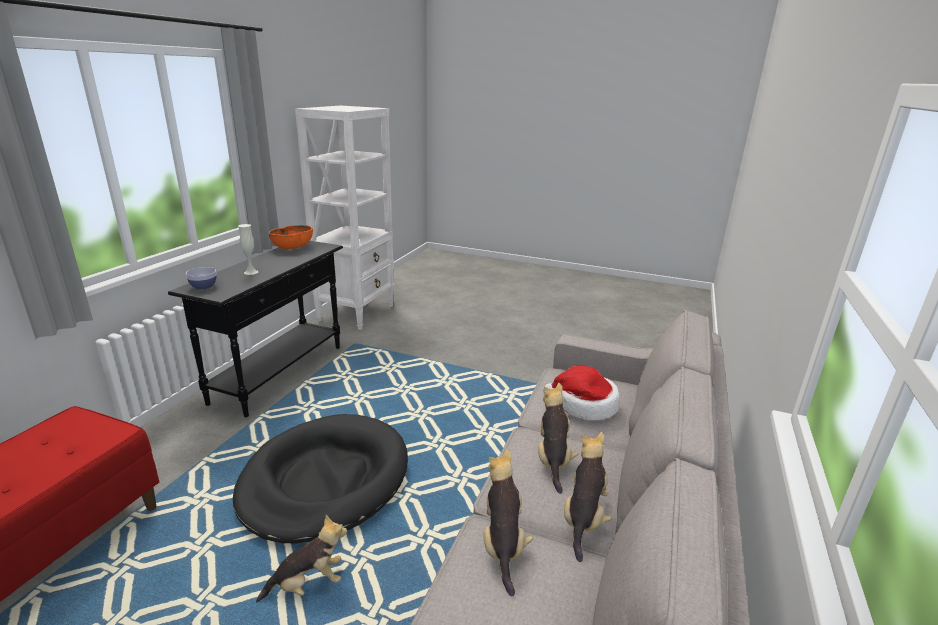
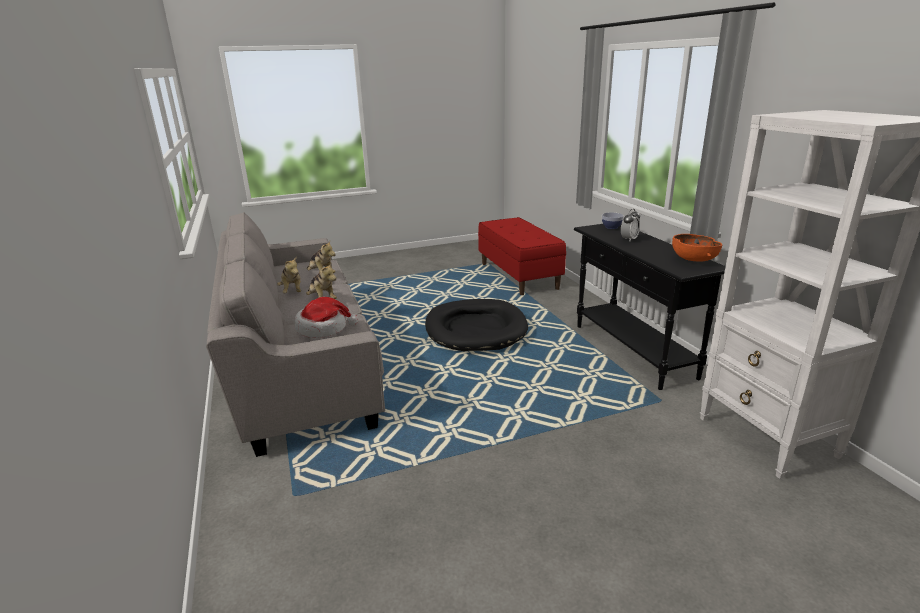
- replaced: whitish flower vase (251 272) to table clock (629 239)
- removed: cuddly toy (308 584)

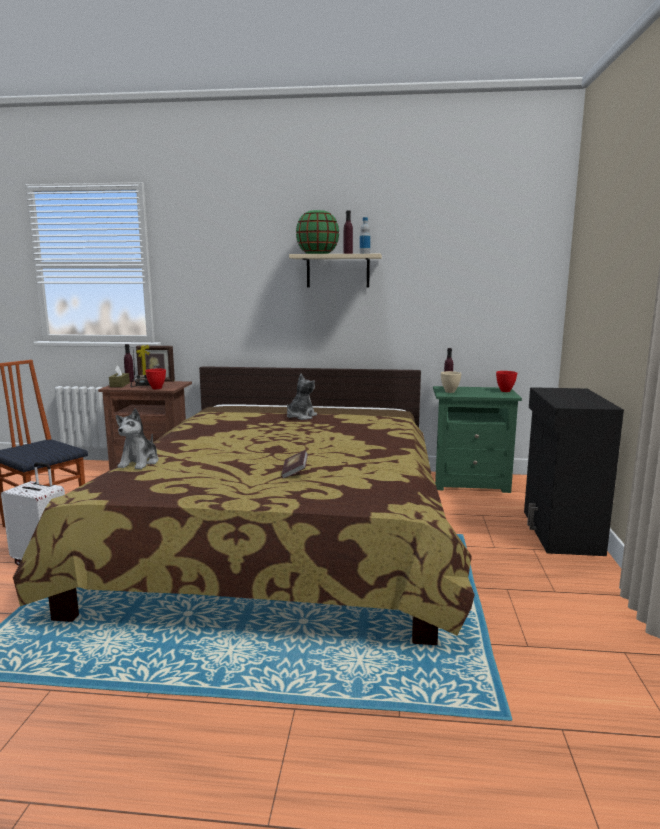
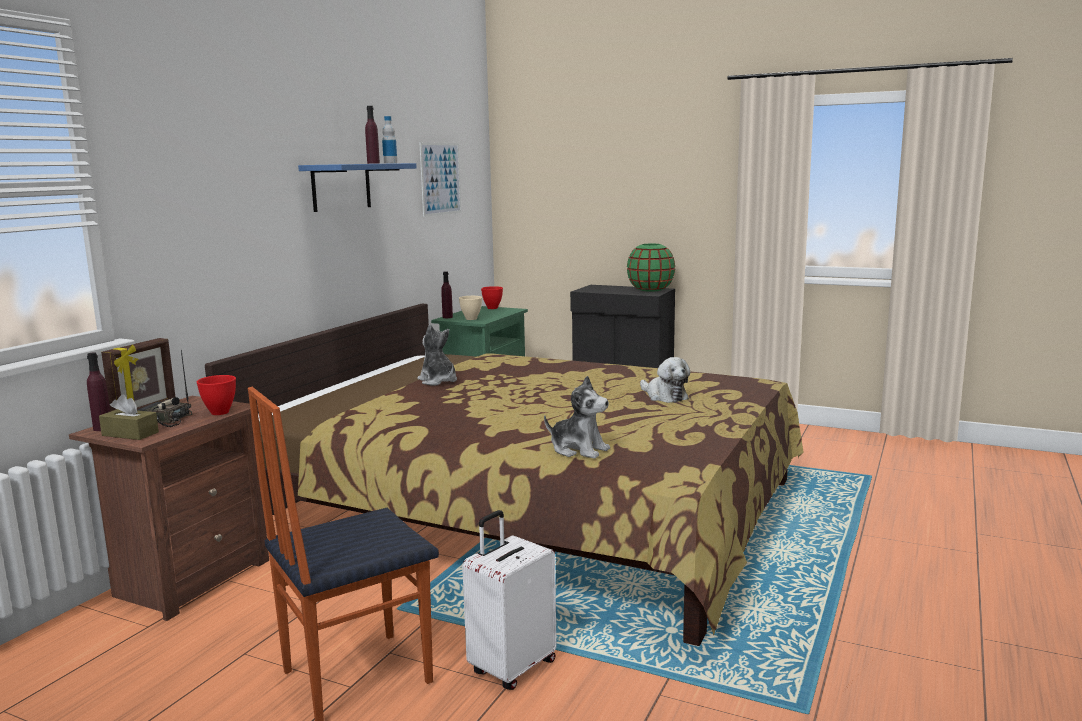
- replaced: volume (294 472) to cuddly toy (664 396)
- recoloured: sand-coloured shelf (338 271) to blue-coloured shelf (341 187)
- moved: greenish flower vase (317 254) to (650 289)
- added: picture (441 178)

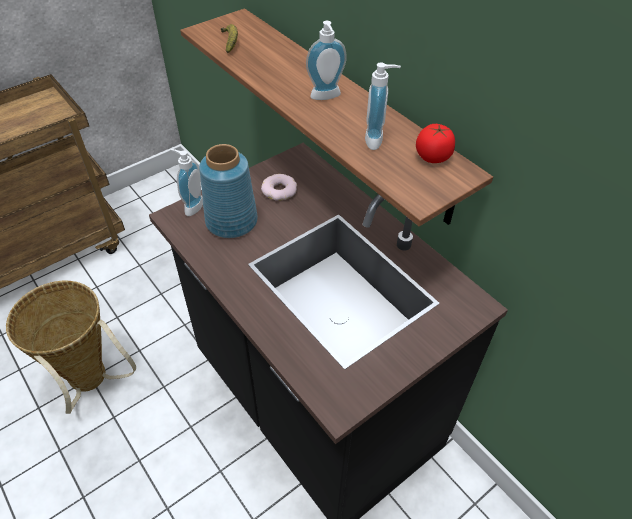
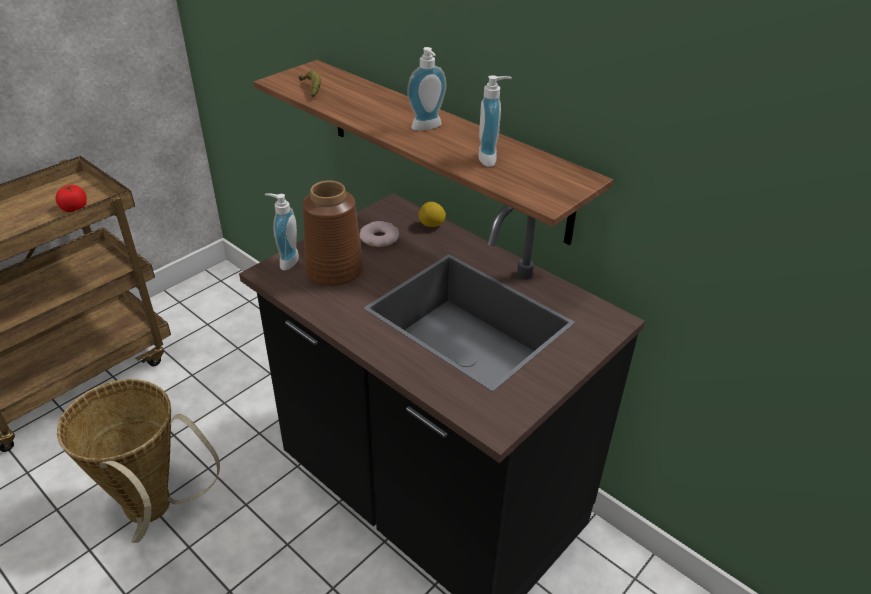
- recoloured: blue-coloured flower vase (232 222) to brown-coloured flower vase (335 271)
- moved: fresh tomato (433 156) to (75 208)
- added: citrus fruit (432 225)

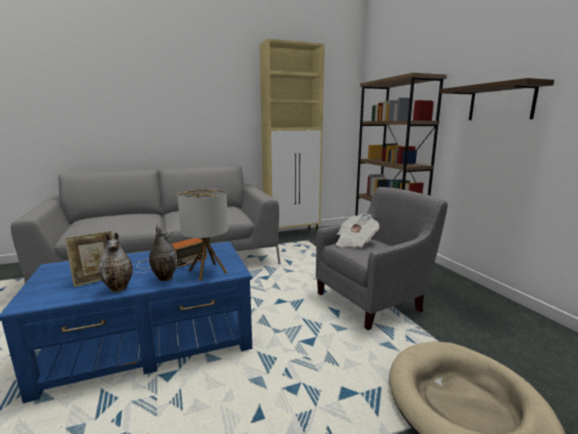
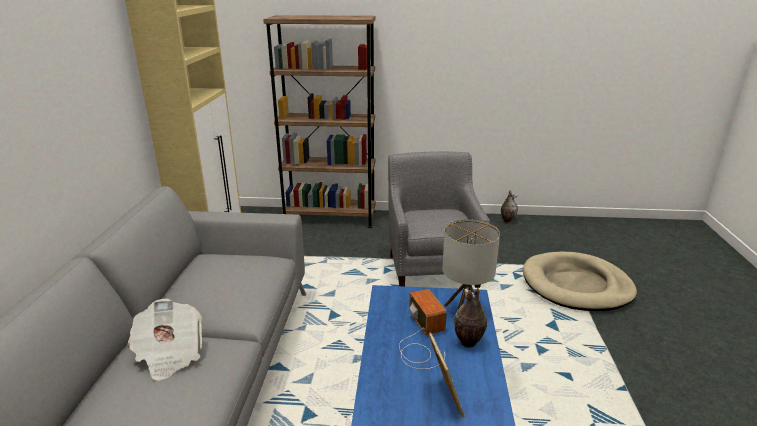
- moved: flower vase (119 288) to (507 221)
- moved: daily paper (355 242) to (169 354)
- removed: shelf (501 102)

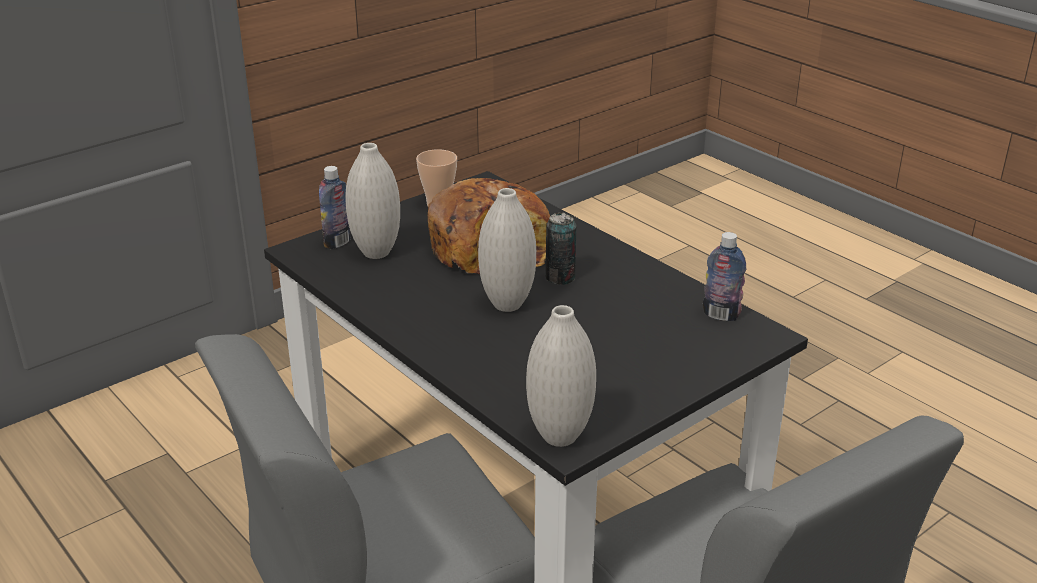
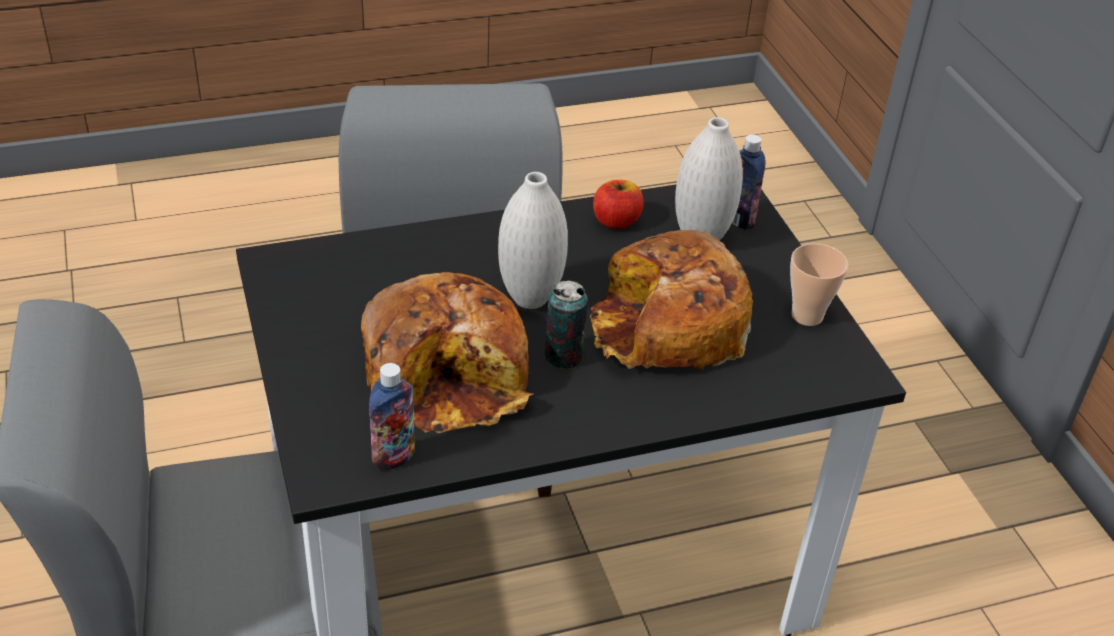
- removed: whitish flower vase (559 437)
- added: bakery bread (449 373)
- added: apple (616 221)

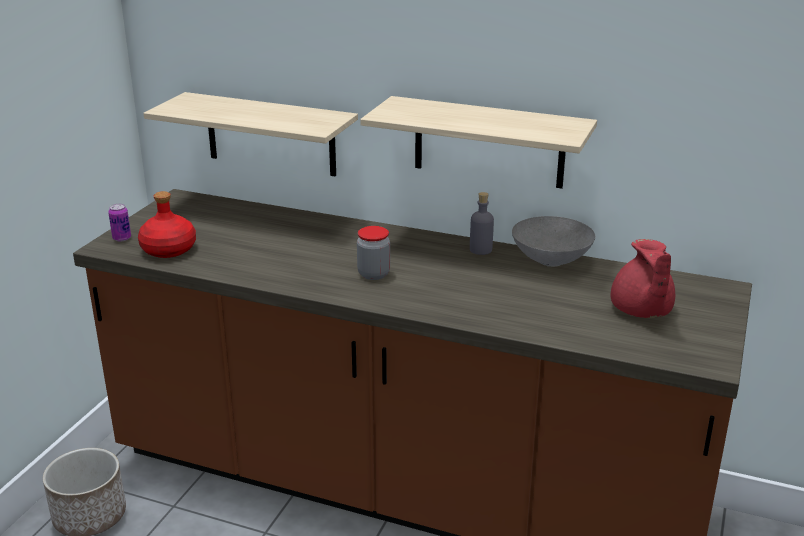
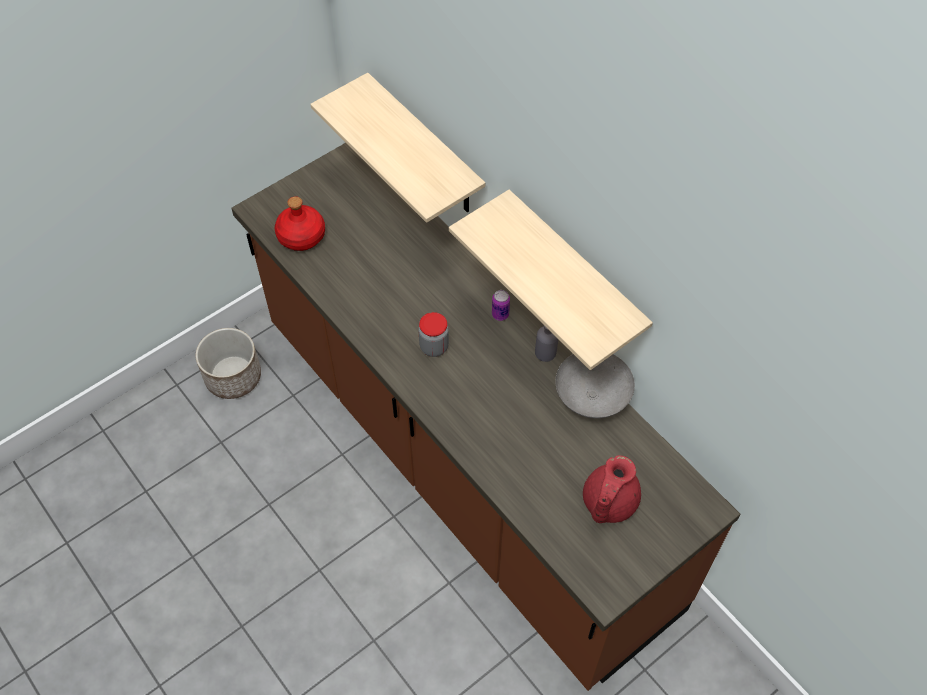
- moved: sealed can (122 238) to (500 314)

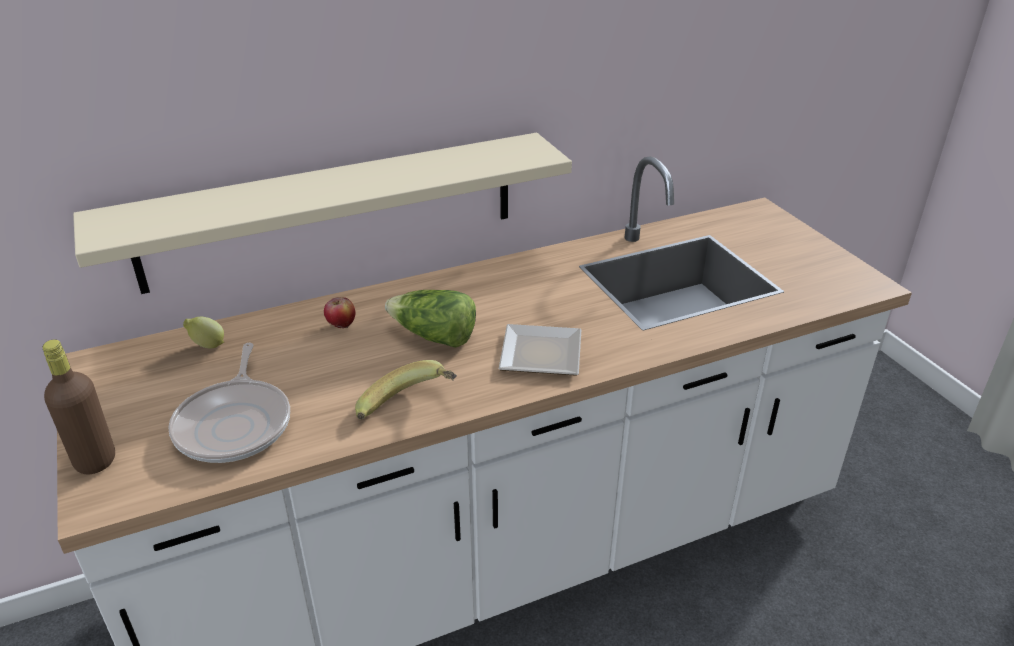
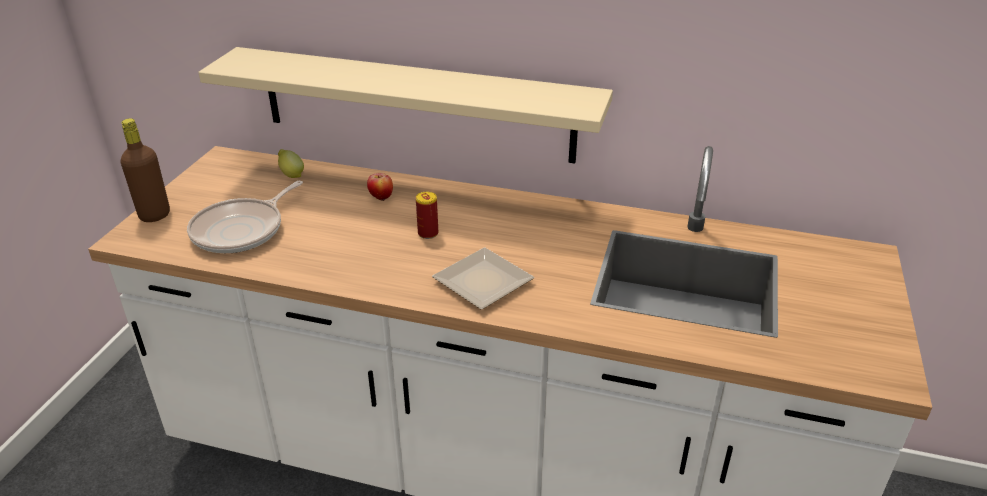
- removed: banana fruit (410 409)
- replaced: lettuce (434 337) to sealed can (428 233)

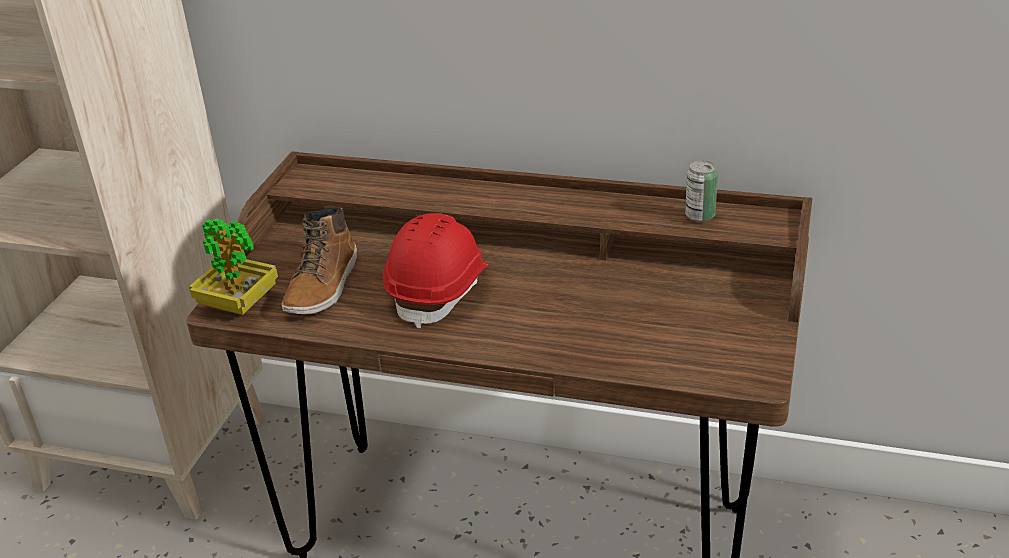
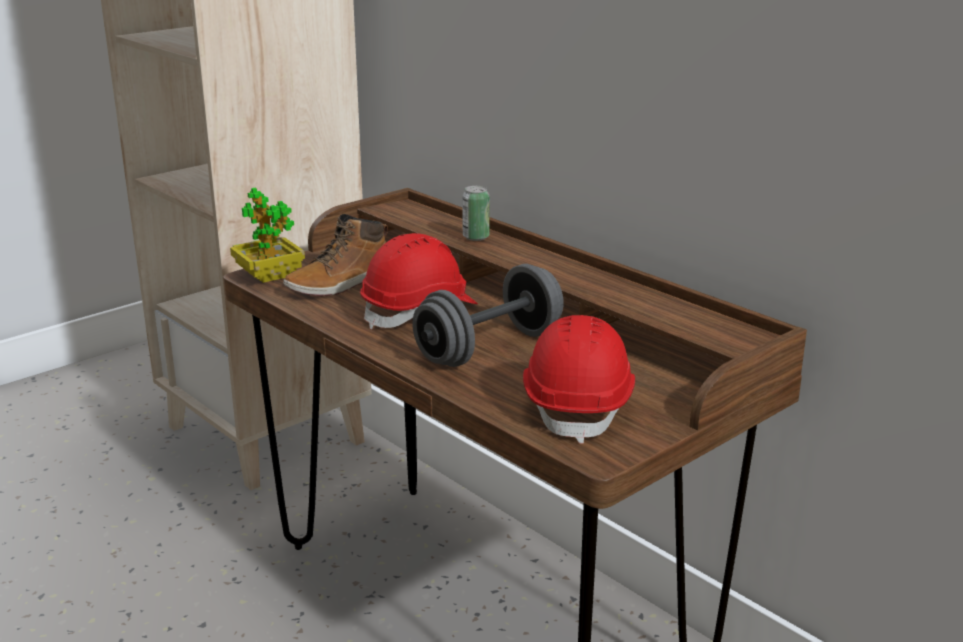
- moved: sealed can (700 216) to (476 237)
- added: gray dumbbell (489 348)
- added: red-coloured work helmet (578 406)

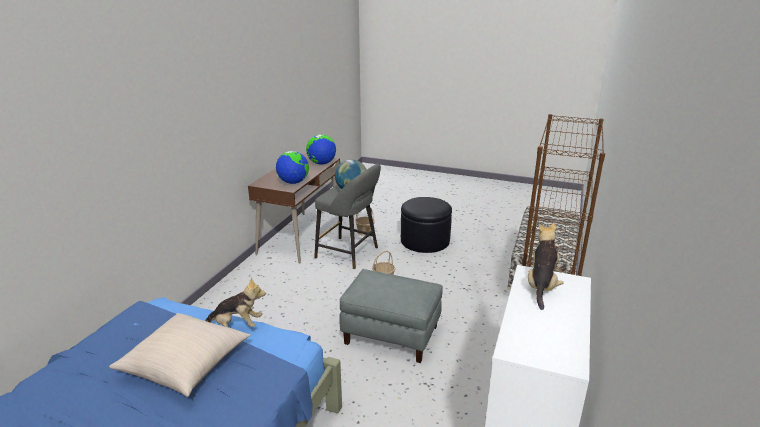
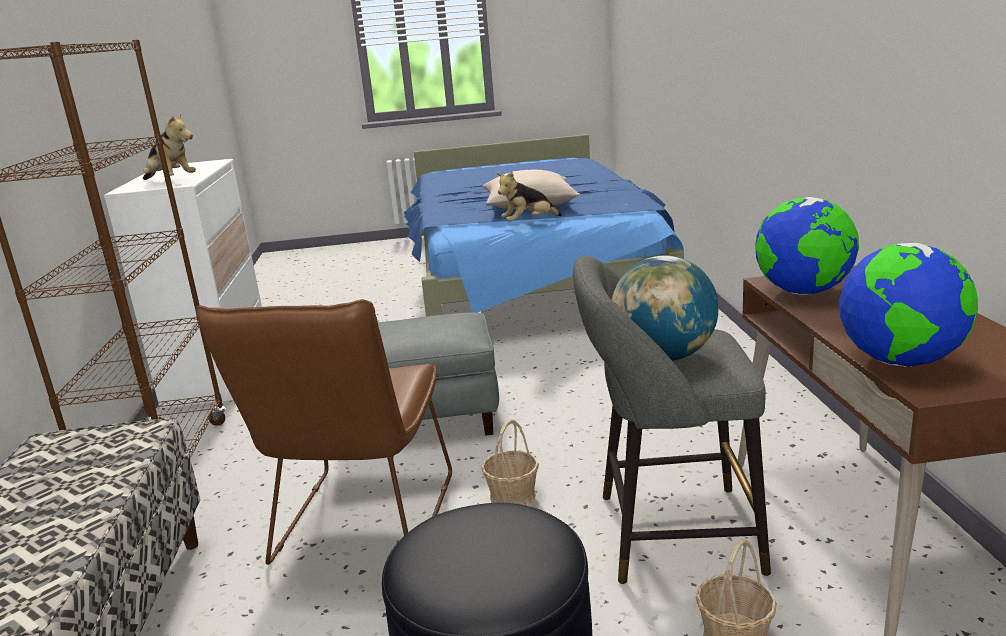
- turned: cuddly toy (541 286) = (171 181) 45 degrees counterclockwise
- added: brown-coloured upright chair (361 526)

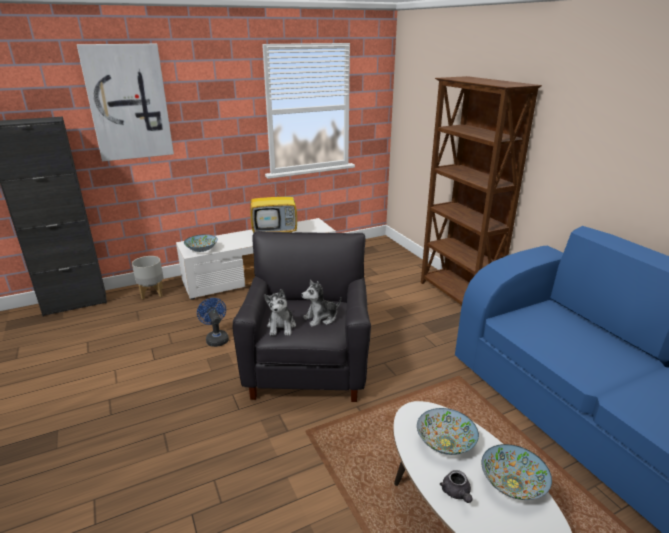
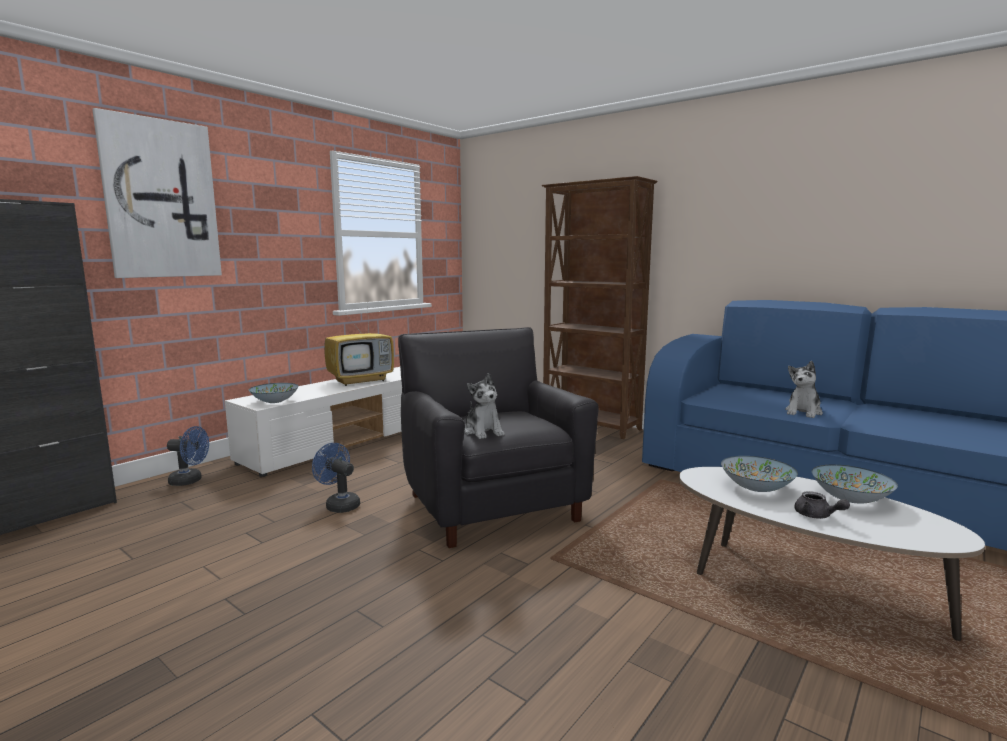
- replaced: gray flower pot (152 293) to blue-coloured electric fan (190 481)
- moved: cuddly toy (321 318) to (803 412)

